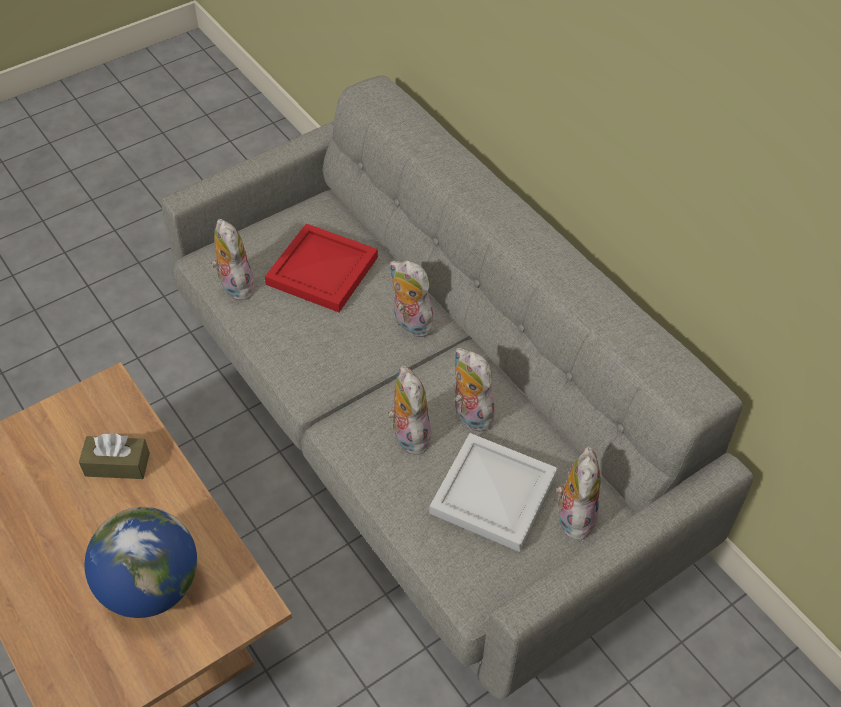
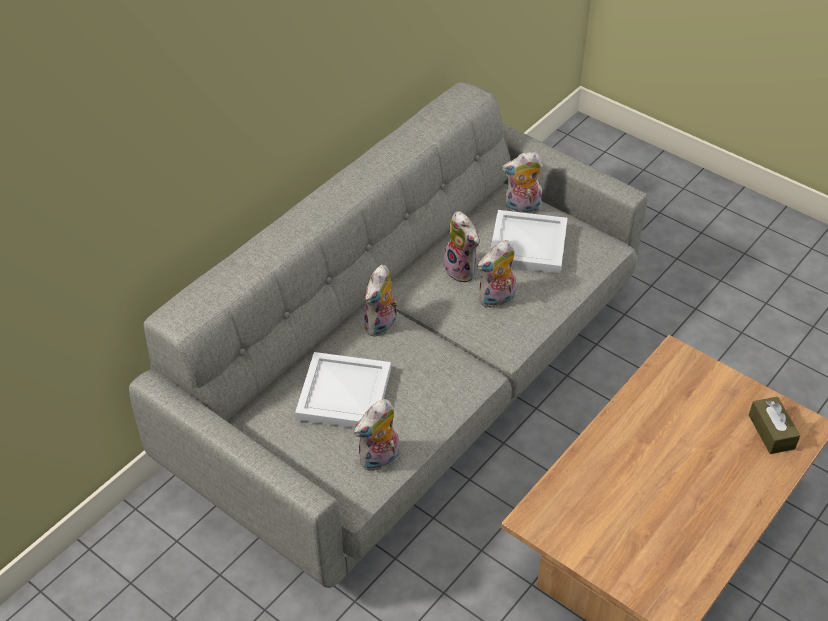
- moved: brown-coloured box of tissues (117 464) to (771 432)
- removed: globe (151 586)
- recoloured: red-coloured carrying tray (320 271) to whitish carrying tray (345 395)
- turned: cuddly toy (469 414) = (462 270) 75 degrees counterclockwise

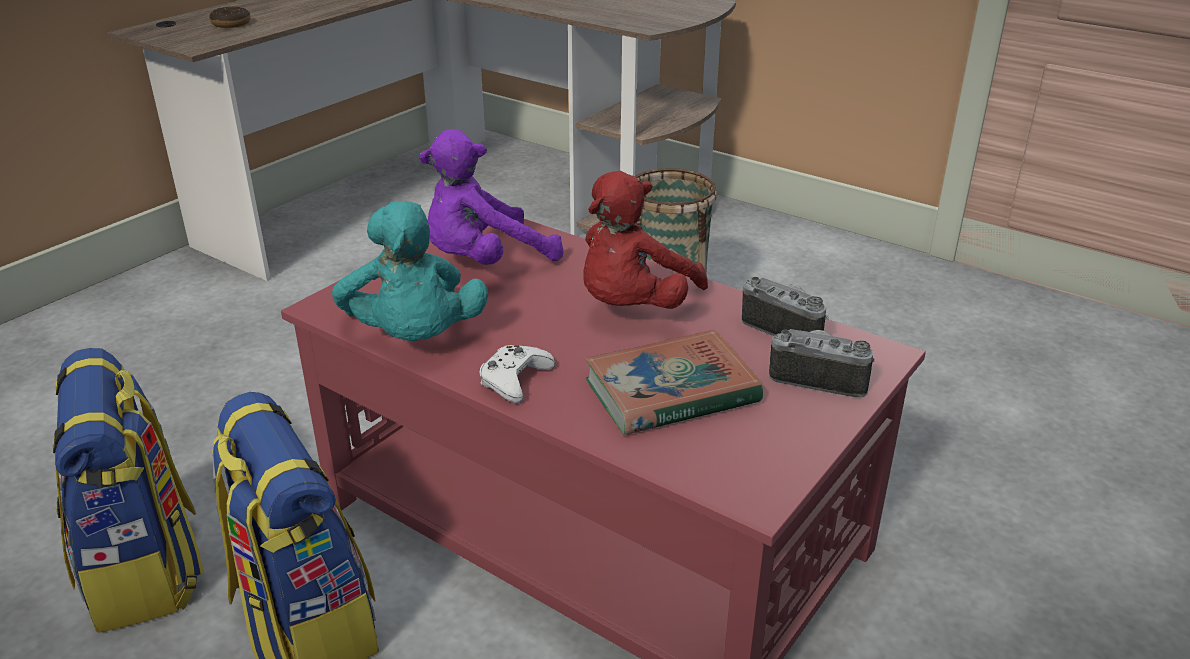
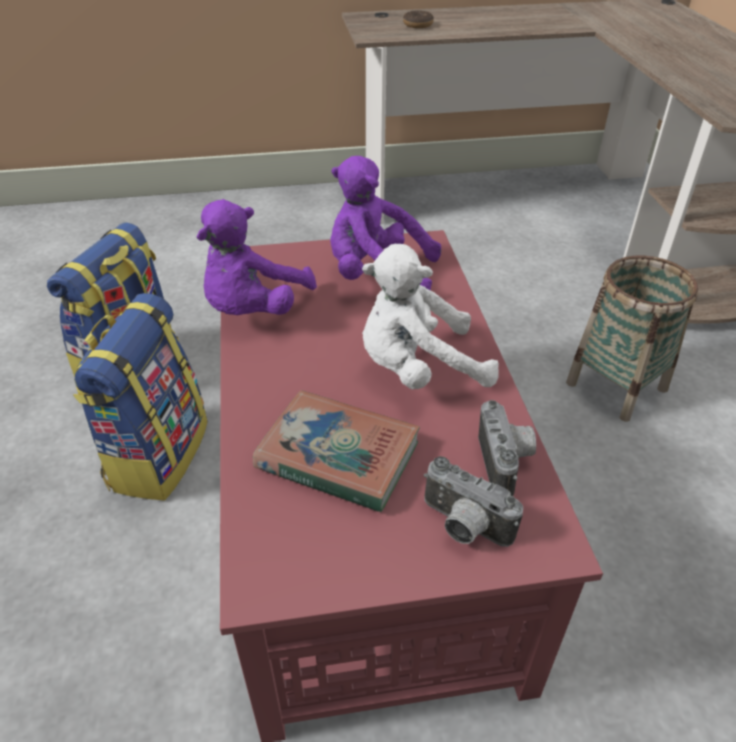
- recoloured: blue-green cuddly toy (414 339) to purple cuddly toy (254 309)
- removed: whitish game controller (515 380)
- recoloured: red-coloured cuddly toy (633 307) to whitish cuddly toy (418 369)
- turned: still camera (819 378) = (462 527) 150 degrees clockwise

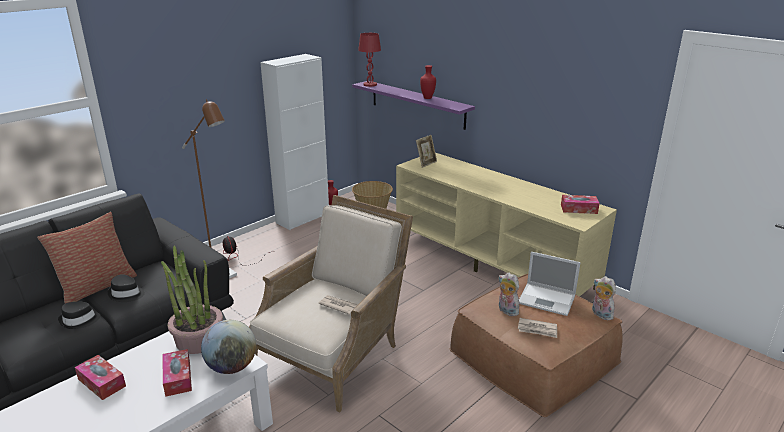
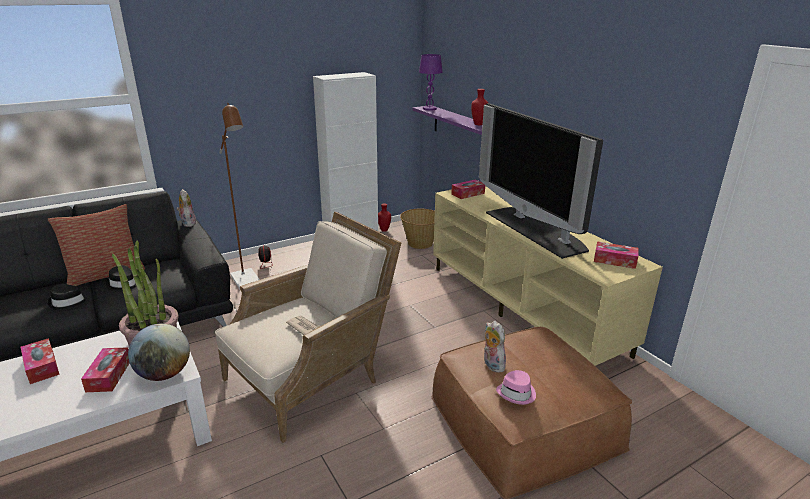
- recoloured: red-coloured tabletop lamp (370 85) to purple tabletop lamp (429 109)
- replaced: photo frame (426 163) to box of tissues (468 194)
- replaced: daily paper (537 329) to pinkish clothing hat (517 393)
- removed: portable computer (547 299)
- moved: cuddly toy (600 314) to (188 223)
- added: television (535 230)

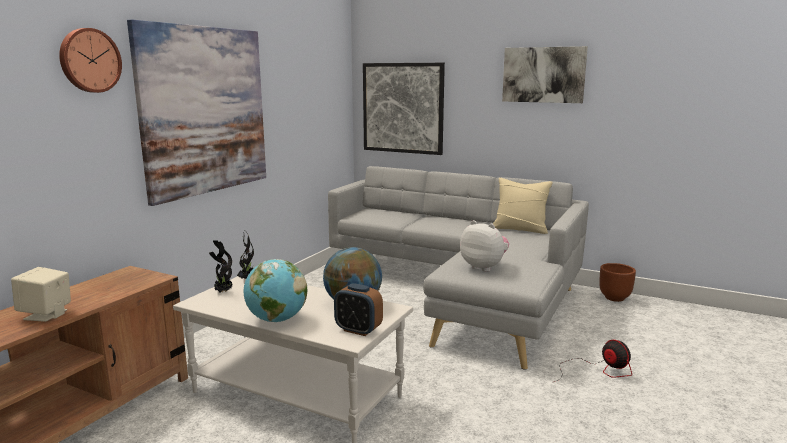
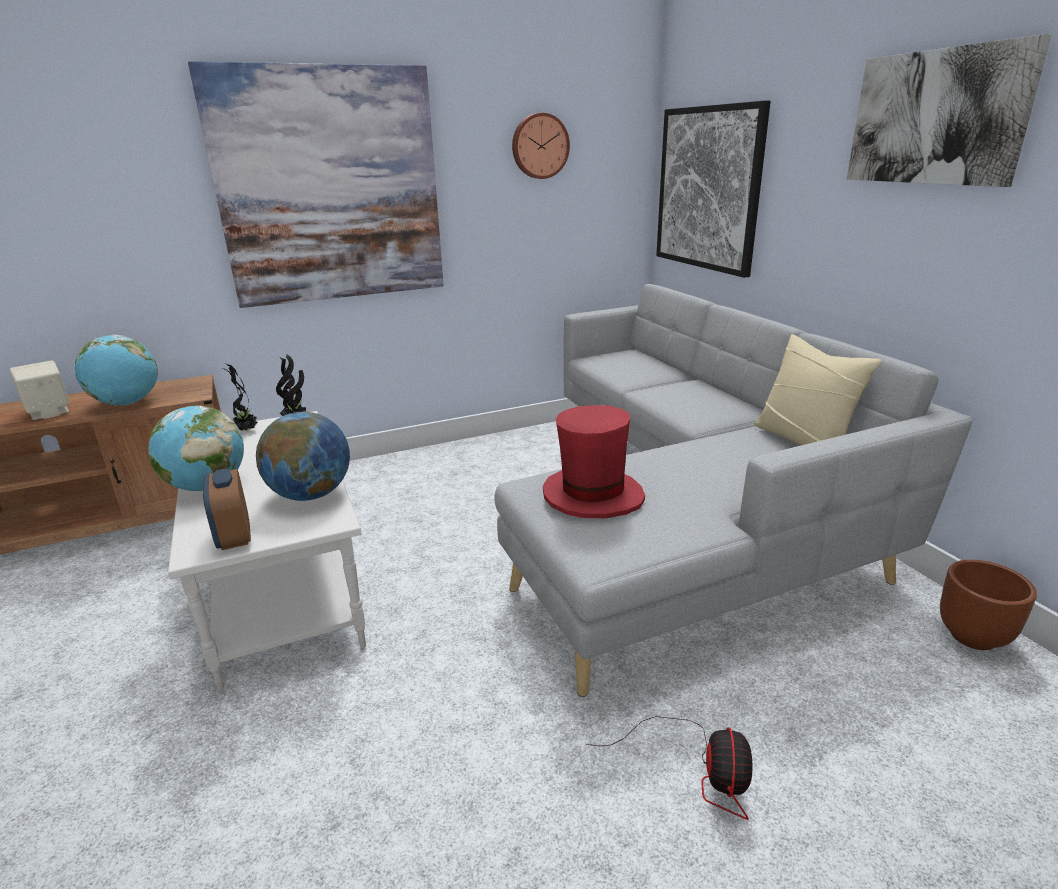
- moved: clock on the wall (89 60) to (539 146)
- replaced: cuddly toy (484 267) to red-coloured clothing hat (592 496)
- added: globe (127 403)

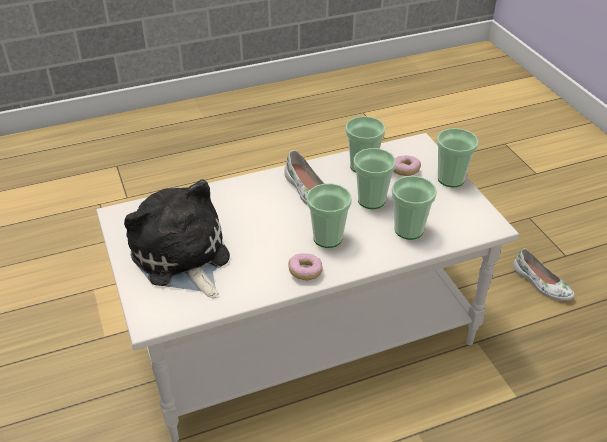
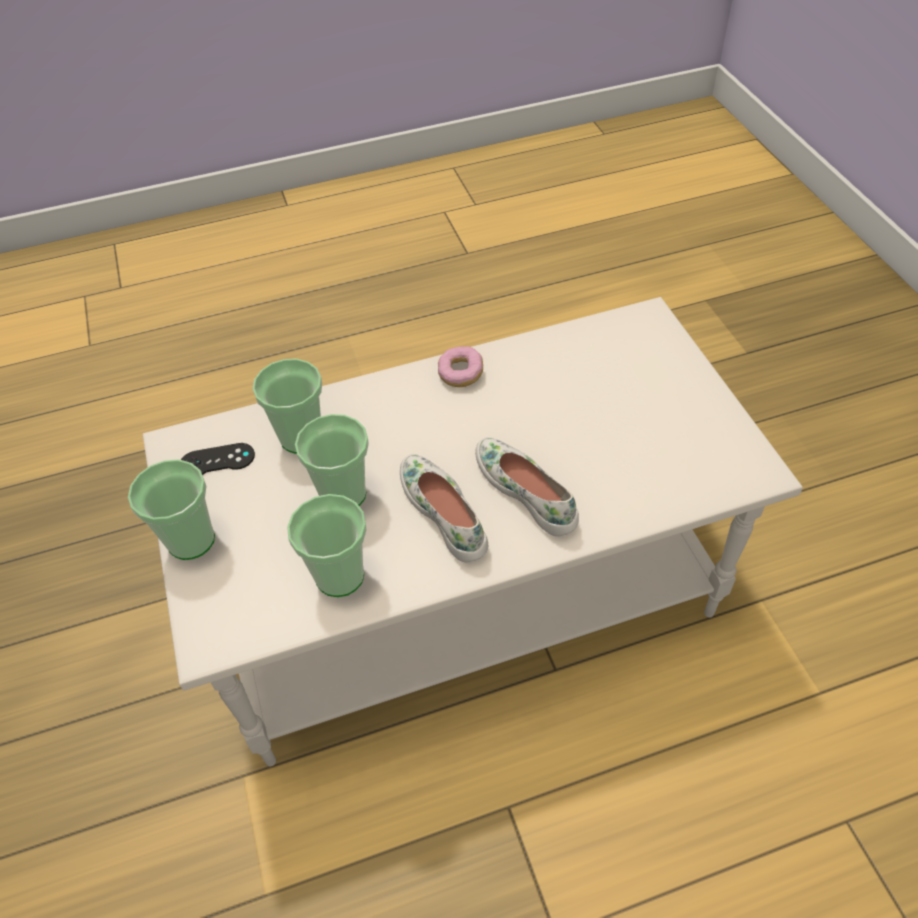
- removed: cuddly toy (182 258)
- removed: drinking cup (327 238)
- removed: ring doughnut (405 171)
- moved: whitish shoe (541 283) to (526 490)
- added: black game controller (217 460)

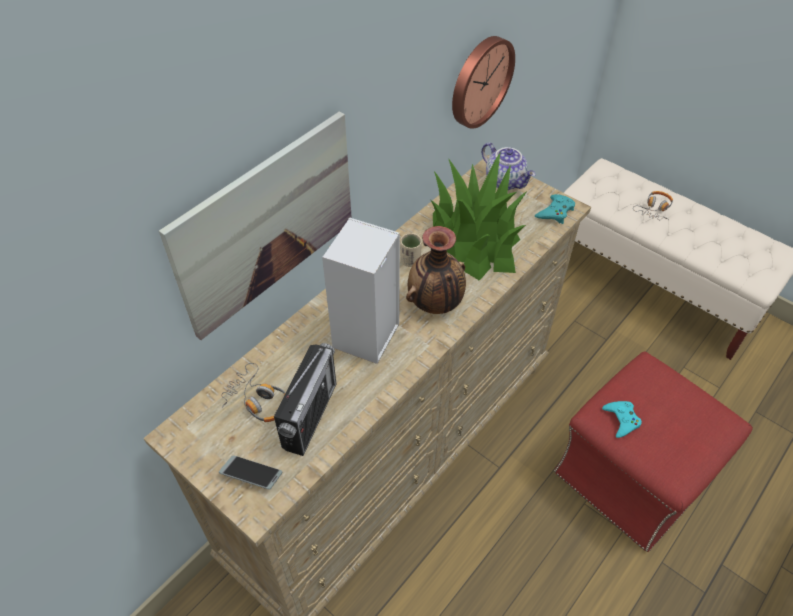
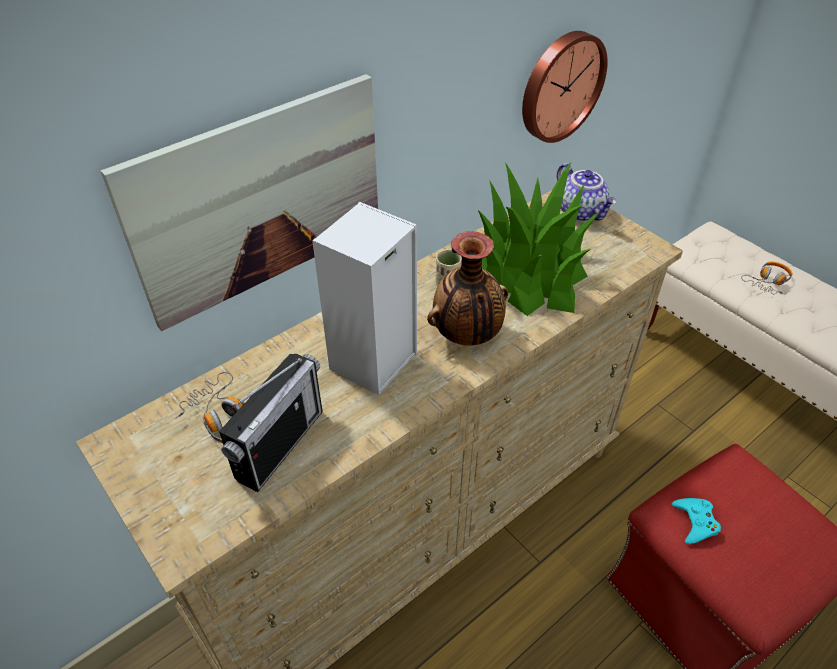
- removed: phone (251 475)
- removed: blue-green game controller (555 212)

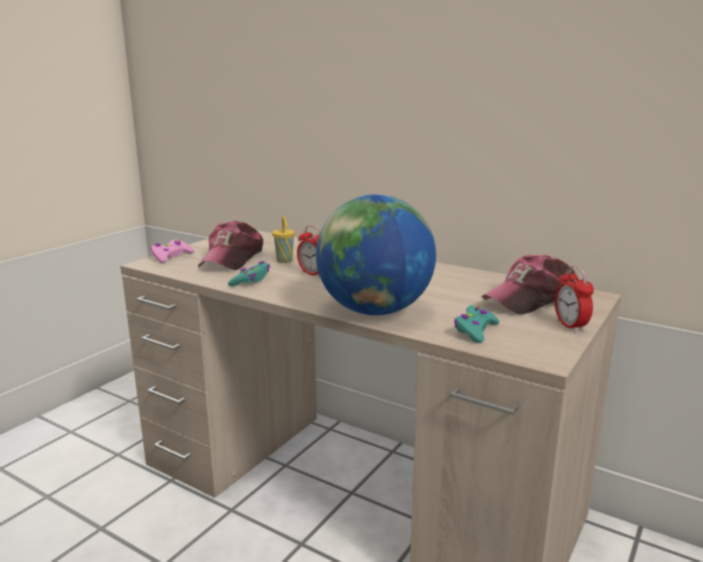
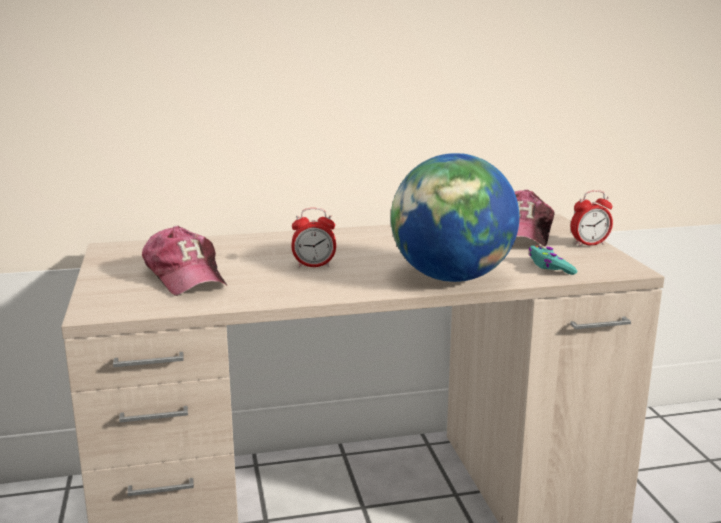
- removed: pinkish game controller (171 256)
- removed: blue-green game controller (251 280)
- removed: yellow drinking cup (284 261)
- turned: table clock (570 326) = (589 244) 45 degrees counterclockwise

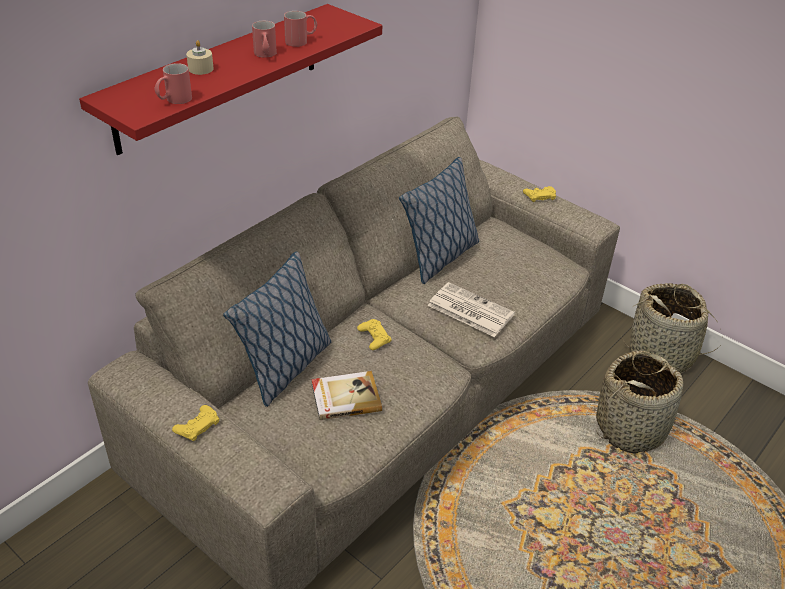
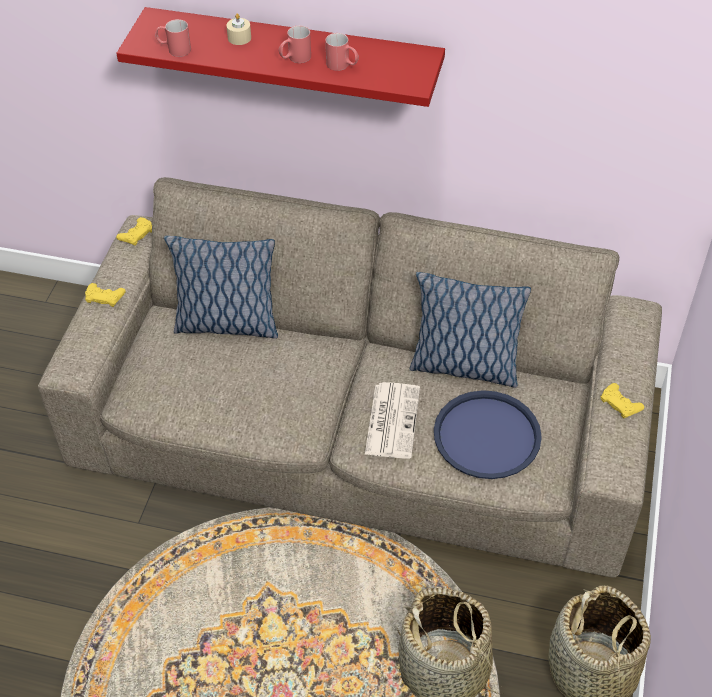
- removed: volume (345 397)
- moved: yellow game controller (374 337) to (136 234)
- added: blue-coloured carrying tray (486 436)

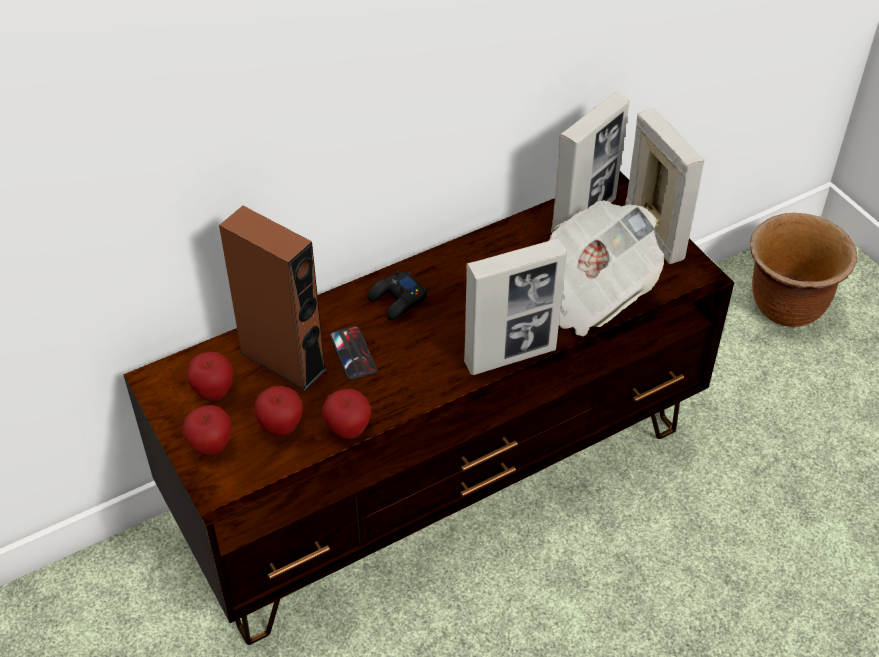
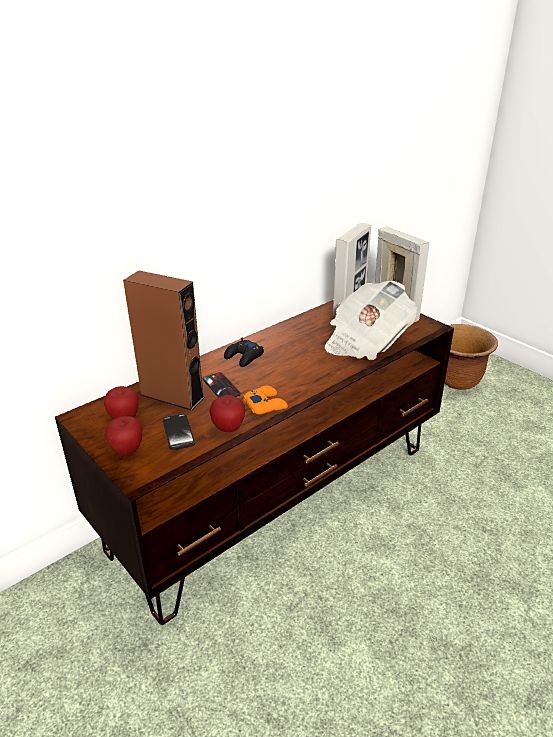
- replaced: apple (281 427) to phone (178 432)
- removed: photo frame (510 356)
- added: orange-coloured game controller (265 405)

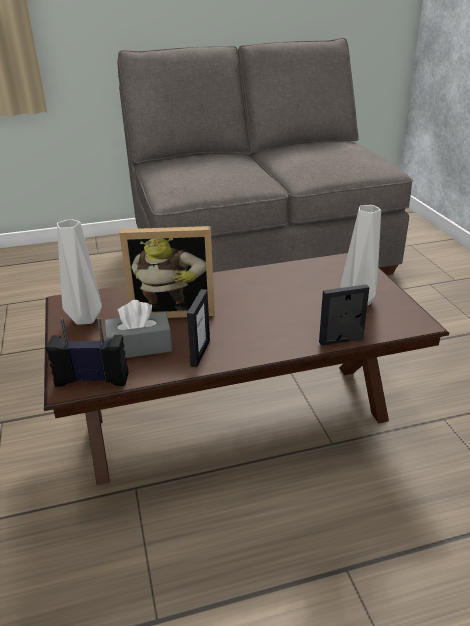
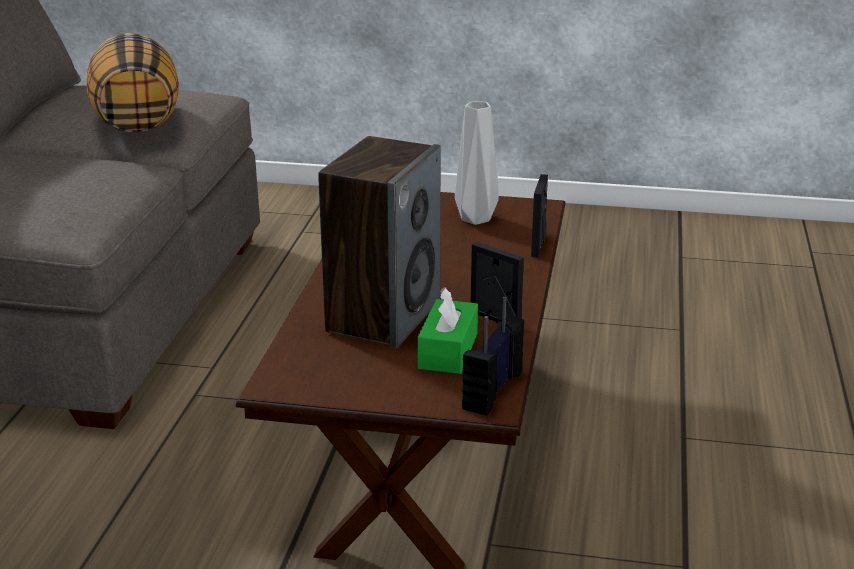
- removed: gray flower vase (85 318)
- recoloured: gray box of tissues (139 346) to greenish box of tissues (448 351)
- replaced: photo frame (173 310) to audio speaker (383 316)
- added: cushion (136 122)

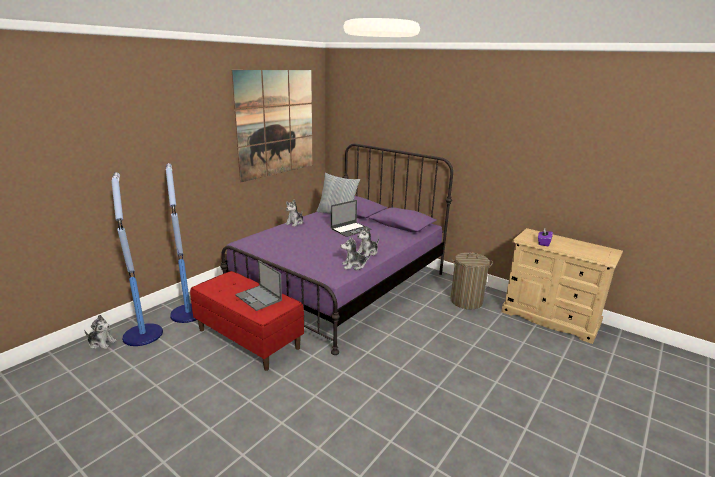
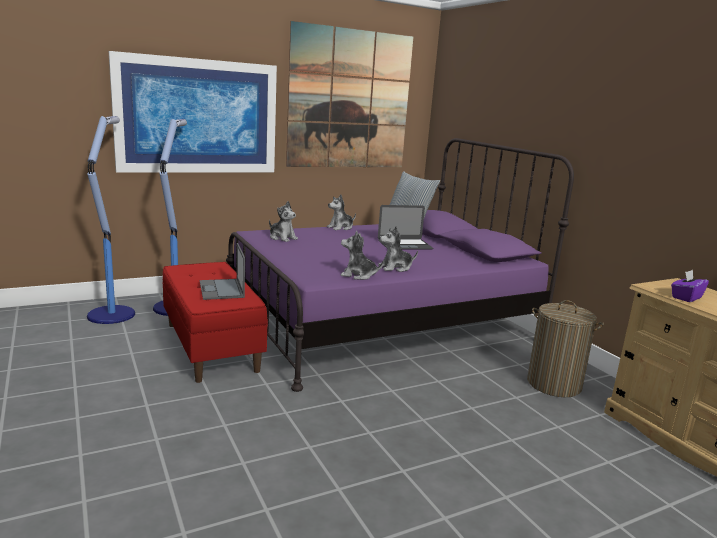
- moved: cuddly toy (101 343) to (282 238)
- added: picture (198 116)

